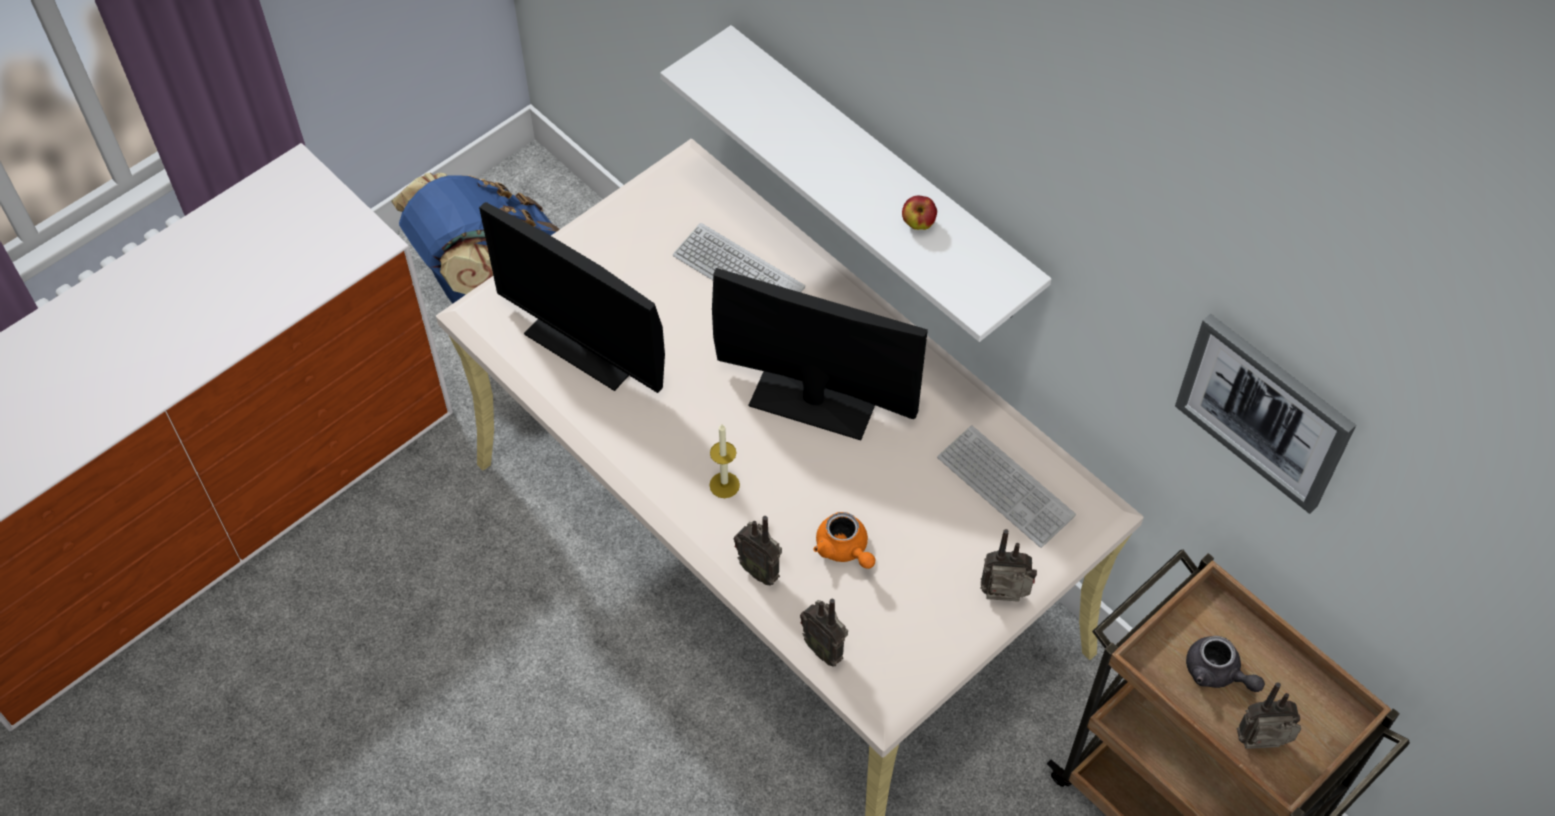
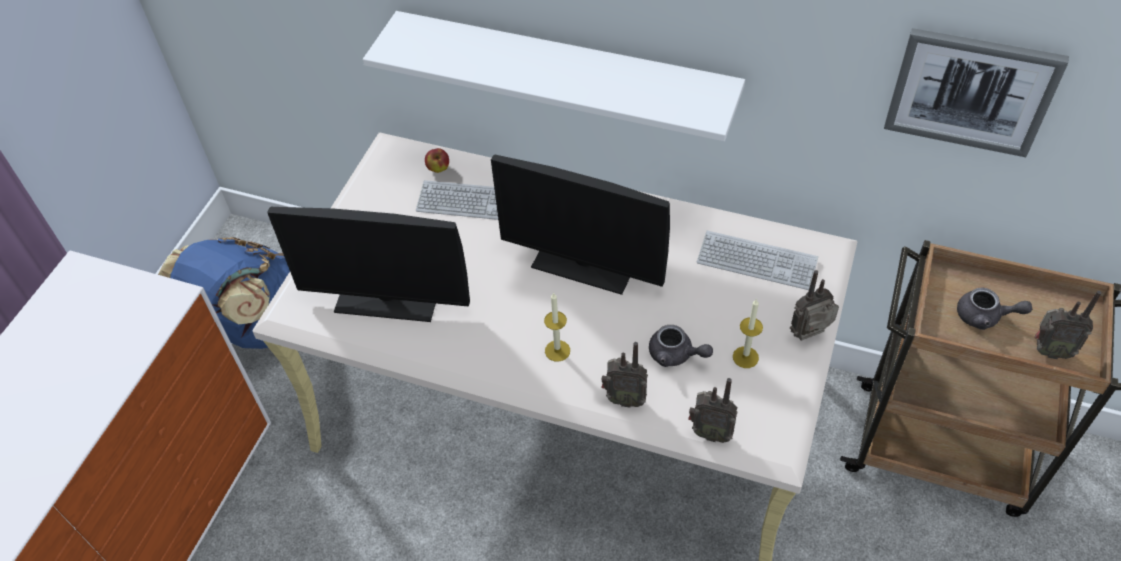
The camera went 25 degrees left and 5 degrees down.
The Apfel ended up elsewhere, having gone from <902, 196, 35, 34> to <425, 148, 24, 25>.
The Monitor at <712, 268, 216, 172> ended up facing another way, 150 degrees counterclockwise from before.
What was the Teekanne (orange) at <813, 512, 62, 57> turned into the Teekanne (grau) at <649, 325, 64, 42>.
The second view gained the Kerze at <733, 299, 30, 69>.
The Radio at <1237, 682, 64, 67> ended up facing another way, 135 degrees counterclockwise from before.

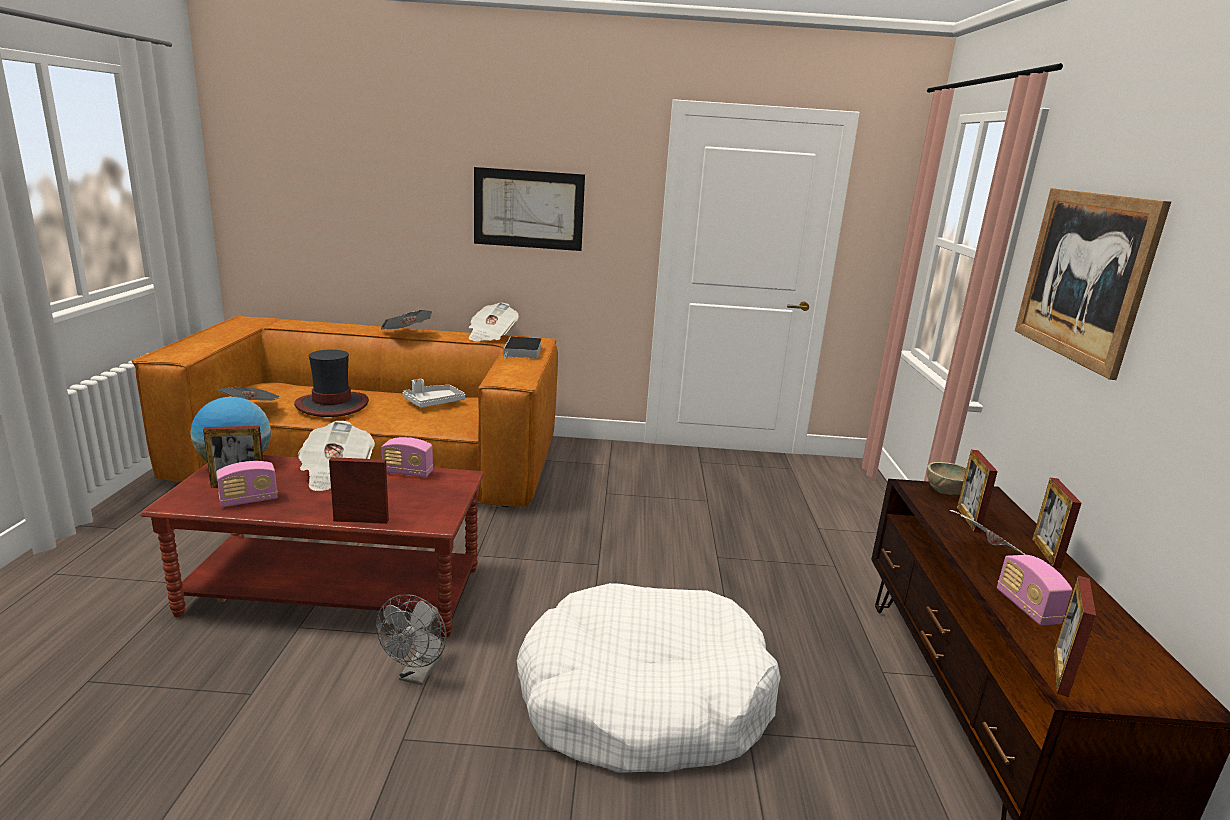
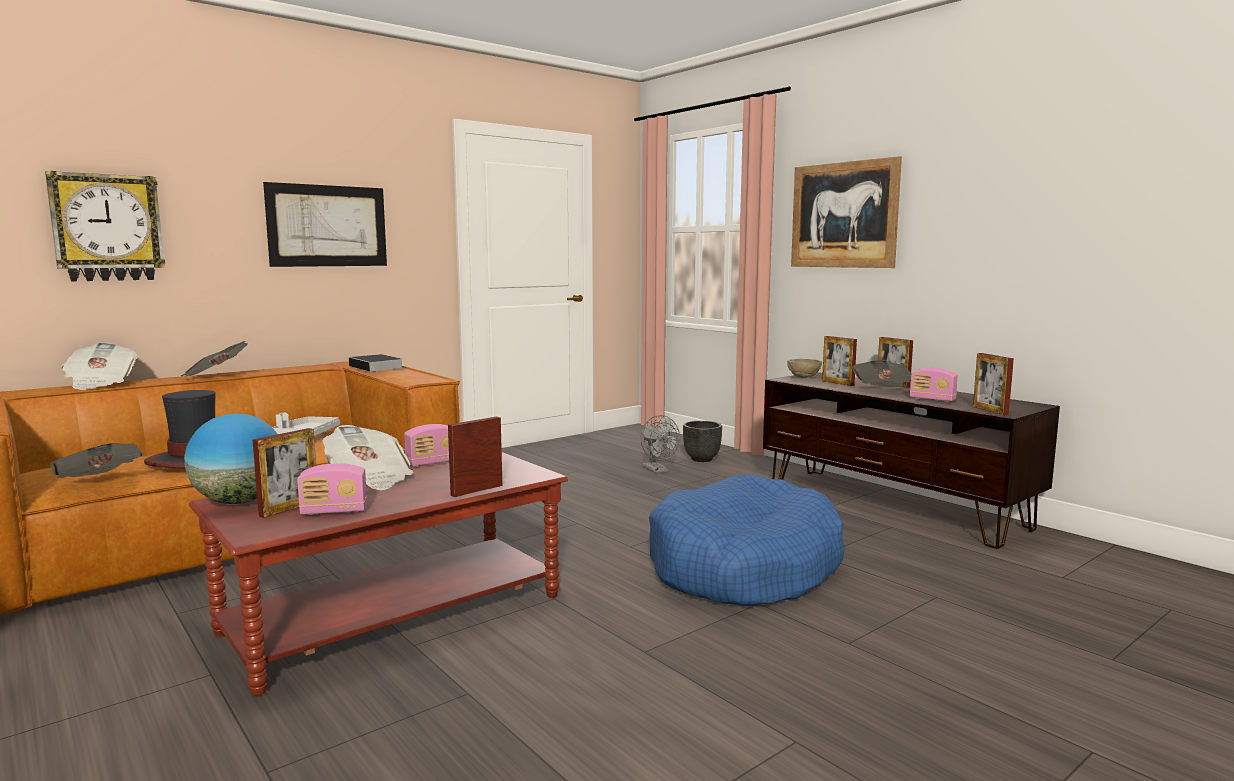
The camera went 40 degrees left and 10 degrees down.
The second view gained the Wanduhr at <45, 171, 120, 110>.
The Zeitung ended up elsewhere, having gone from <469, 303, 50, 38> to <61, 342, 77, 48>.
The Radio at <216, 461, 62, 46> ended up facing another way, 60 degrees clockwise from before.
The Ventilator (grau) ended up elsewhere, having gone from <376, 594, 71, 91> to <641, 415, 39, 58>.
What was the Hundebett (weiß) at <517, 583, 264, 190> turned into the Hundebett (blau) at <649, 474, 196, 133>.
The second view gained the Pflanzkübel (schwarz) at <683, 421, 39, 41>.

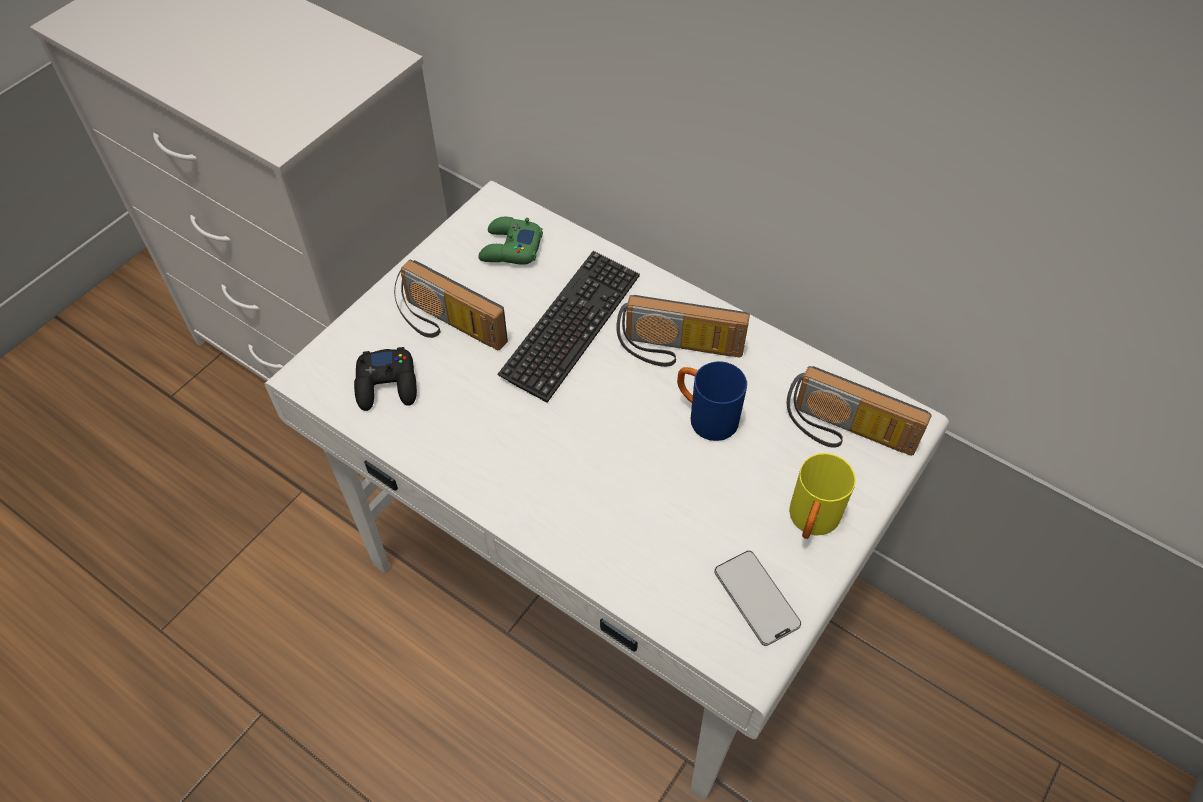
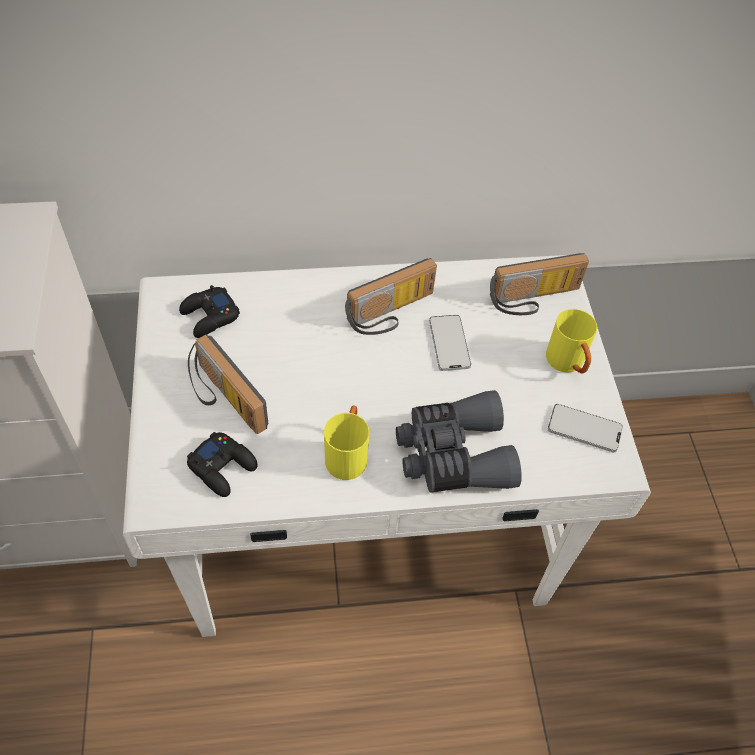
The camera went 45 degrees left and 0 degrees up.
What was the Gamepad (grün) at <478, 217, 65, 48> turned into the Gamepad (schwarz) at <179, 285, 61, 53>.
The Radio at <394, 259, 114, 91> ended up facing another way, 60 degrees clockwise from before.
The second view gained the Henkelbecher (gelb) at <324, 405, 45, 75>.
The second view gained the Fernglas (grau) at <396, 390, 126, 103>.
Where the Henkelbecher (blau) stood at <677, 361, 70, 80>, the Handy came to stand at <429, 315, 42, 56>.
The second view lost the Tastatur at <498, 251, 142, 152>.

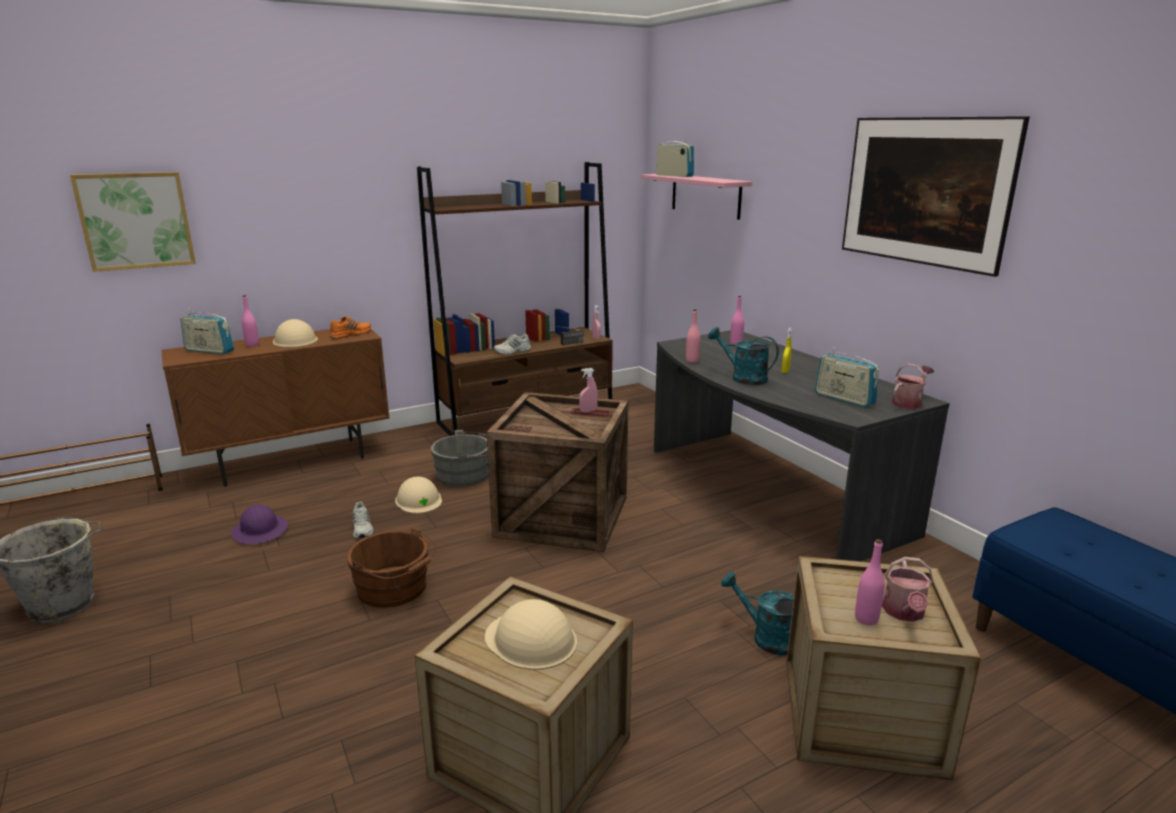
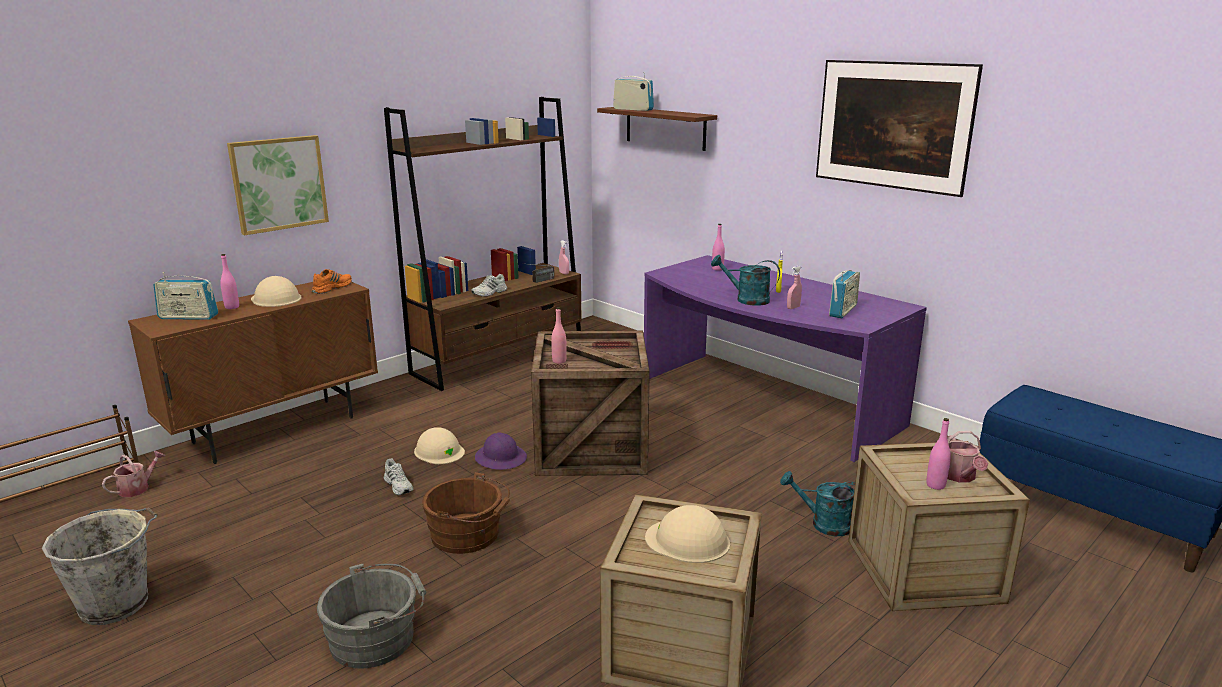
The camera went 15 degrees left and 0 degrees up.
The Gießkanne ended up elsewhere, having gone from <891, 363, 43, 46> to <102, 451, 63, 46>.
The Bild ended up elsewhere, having gone from <70, 172, 126, 100> to <227, 135, 102, 101>.
The Eimer (grau) ended up elsewhere, having gone from <430, 430, 59, 57> to <317, 564, 109, 105>.
The Schutzhelm (lila) ended up elsewhere, having gone from <231, 504, 57, 40> to <475, 432, 52, 38>.
The Flasche (rosa) ended up elsewhere, having gone from <686, 309, 14, 54> to <551, 307, 16, 57>.
What was the Wandregal (rosa) at <641, 174, 111, 46> turned into the Wandregal (braun) at <597, 107, 120, 44>.
What was the Schreibtisch (grau) at <654, 330, 296, 231> turned into the Schreibtisch (lila) at <644, 255, 283, 207>.
The Sprühflasche (rosa) ended up elsewhere, having gone from <579, 368, 19, 44> to <787, 265, 15, 44>.
The Radio at <815, 347, 64, 60> ended up facing another way, 90 degrees counterclockwise from before.

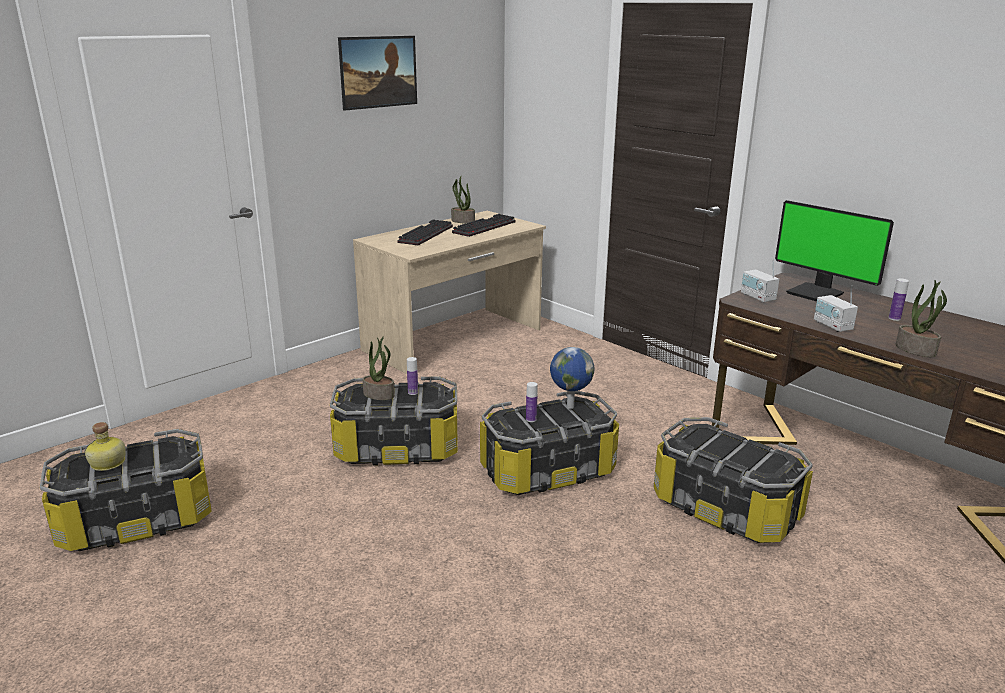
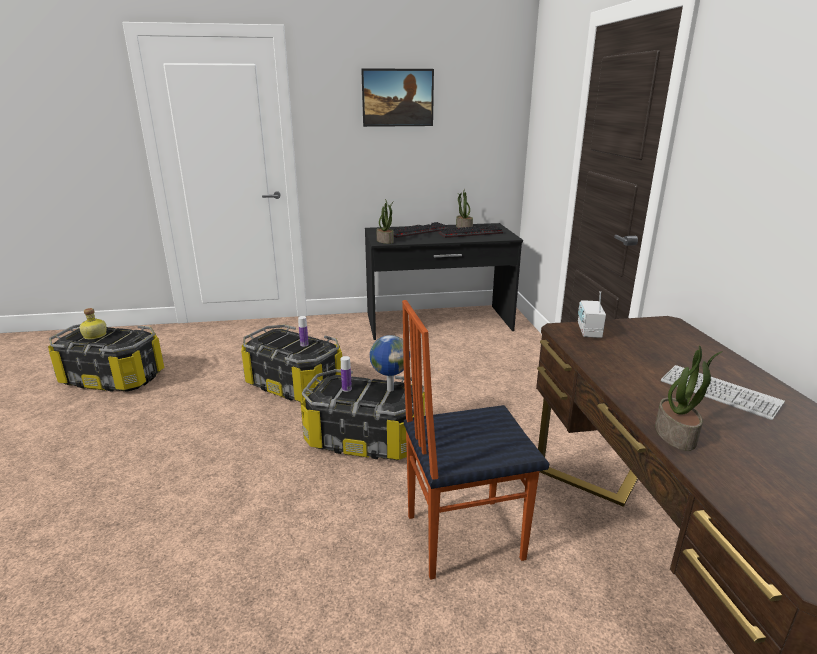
The camera went 35 degrees right and 0 degrees up.
What was the Schreibtisch (beige) at <353, 211, 193, 163> turned into the Schreibtisch (schwarz) at <365, 223, 158, 117>.
The Topfpflanze ended up elsewhere, having gone from <362, 336, 33, 64> to <376, 199, 18, 45>.
Where the Aufbewahrungsbox stood at <654, 417, 159, 126>, the Stuhl came to stand at <402, 300, 148, 280>.
Where the Flasche stood at <889, 279, 20, 42>, the Tastatur came to stand at <661, 365, 124, 55>.
The second view lost the Monitor at <775, 200, 119, 101>.
The second view lost the Radio at <814, 285, 44, 47>.

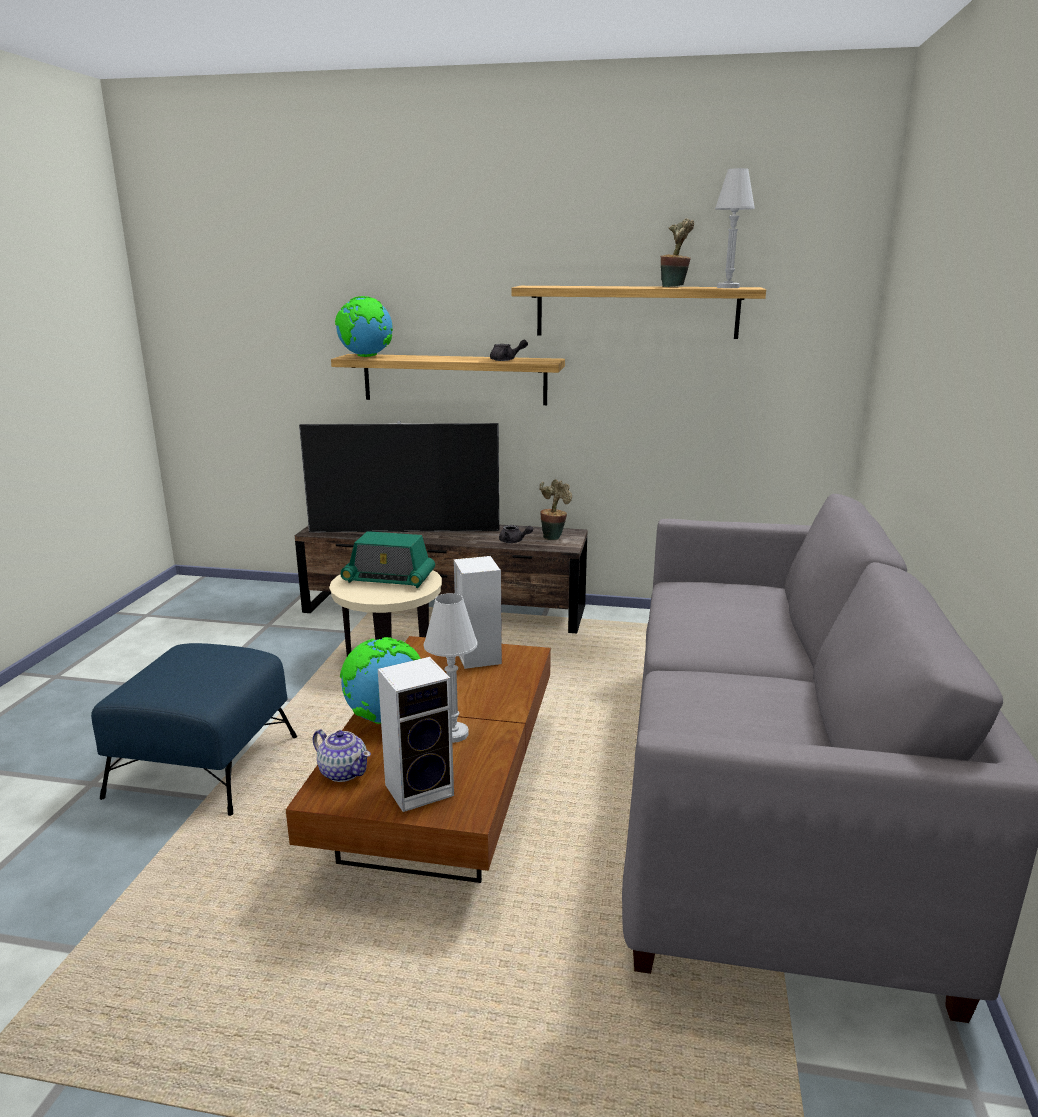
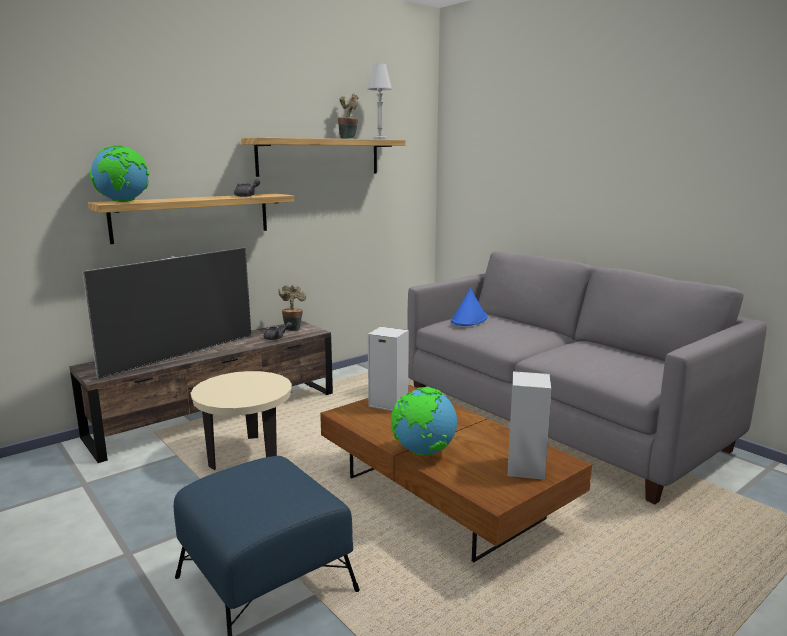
The camera went 50 degrees left and 5 degrees down.
The second view gained the Hut (blau) at <451, 288, 37, 38>.
The second view lost the Teekanne at <313, 729, 58, 53>.
The second view lost the Radio at <340, 531, 95, 57>.
The second view lost the Tischlampe (weiß) at <424, 593, 54, 150>.

